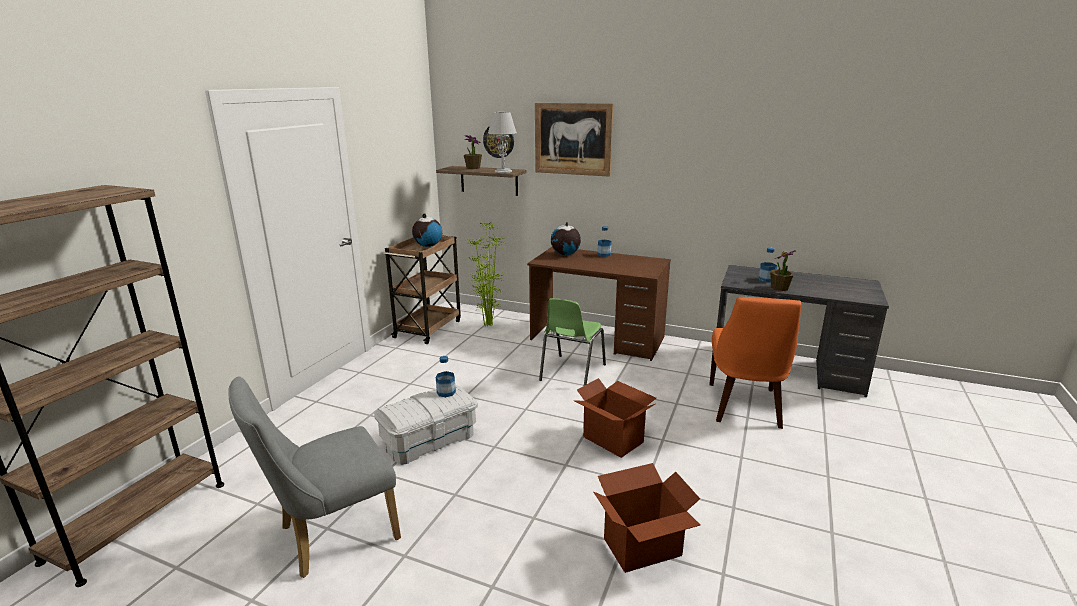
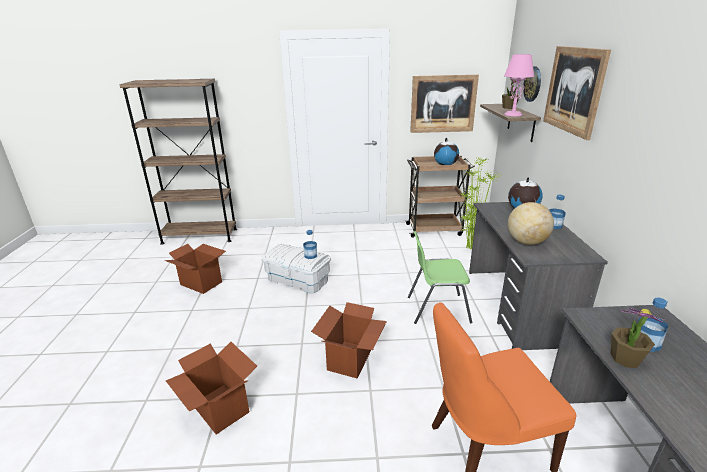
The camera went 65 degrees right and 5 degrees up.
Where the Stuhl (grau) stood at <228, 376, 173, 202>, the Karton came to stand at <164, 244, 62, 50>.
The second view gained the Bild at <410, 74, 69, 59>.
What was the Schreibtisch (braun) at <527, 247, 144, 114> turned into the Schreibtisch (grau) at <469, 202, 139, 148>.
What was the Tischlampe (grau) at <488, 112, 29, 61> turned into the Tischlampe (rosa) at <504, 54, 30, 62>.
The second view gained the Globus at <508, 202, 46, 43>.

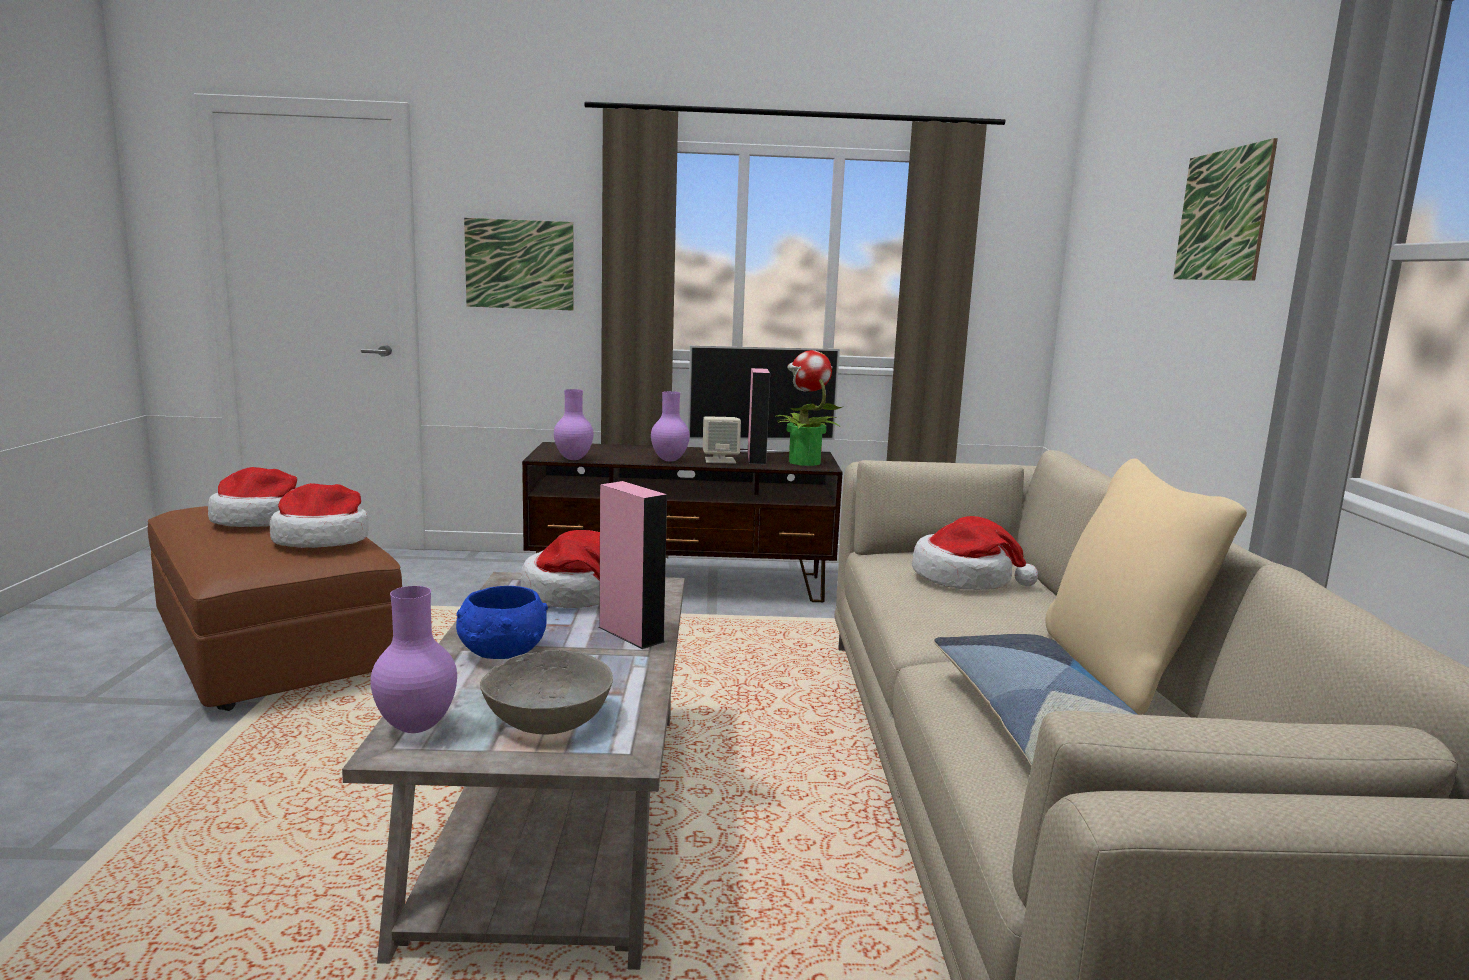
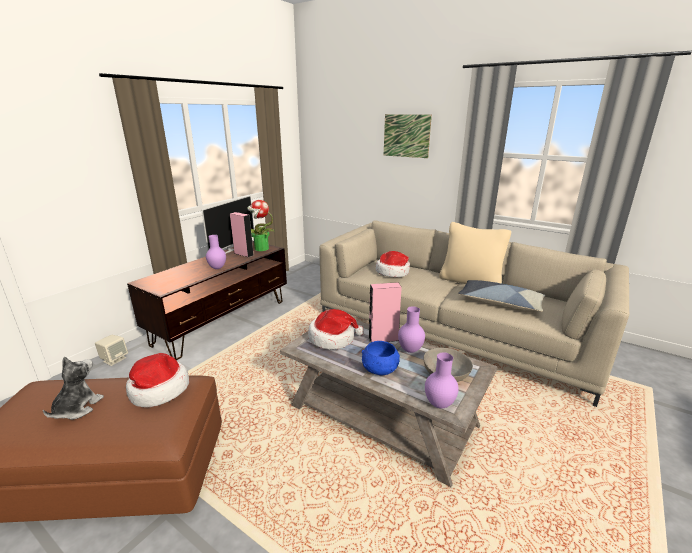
The camera went 55 degrees left and 10 degrees up.
Where the Hut stood at <208, 467, 89, 60>, the Plüschtier came to stand at <43, 357, 61, 63>.
The Lautsprecher (beige) ended up elsewhere, having gone from <703, 416, 38, 47> to <95, 335, 33, 31>.
The Vase (lila) ended up elsewhere, having gone from <554, 389, 40, 71> to <398, 306, 27, 47>.
The second view lost the Bild at <464, 218, 109, 93>.

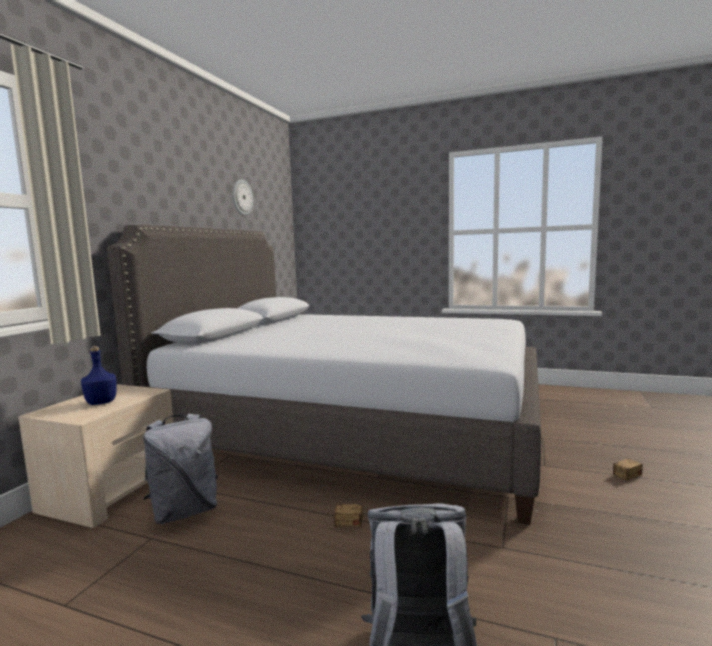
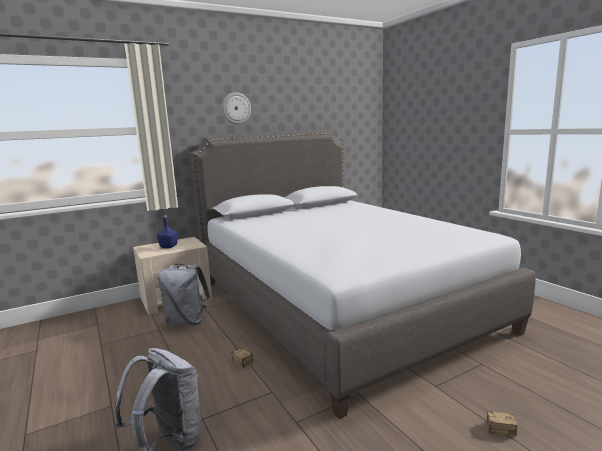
The camera went 40 degrees right and 5 degrees up.
The Wanduhr ended up elsewhere, having gone from <233, 180, 20, 36> to <222, 92, 29, 32>.

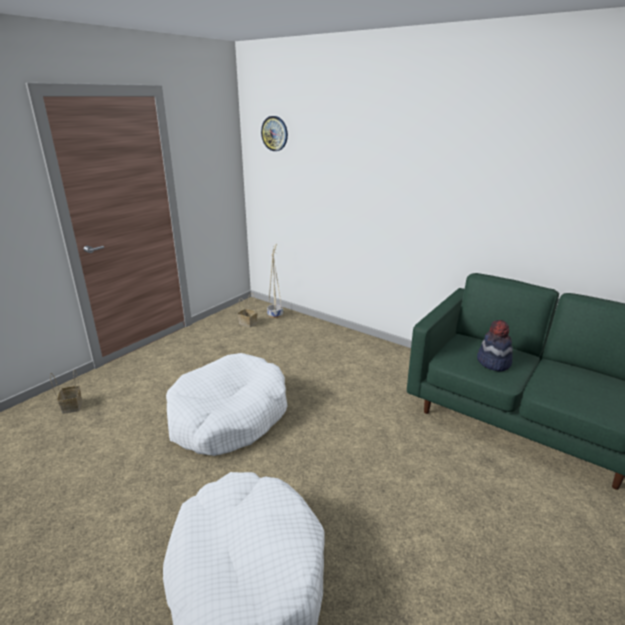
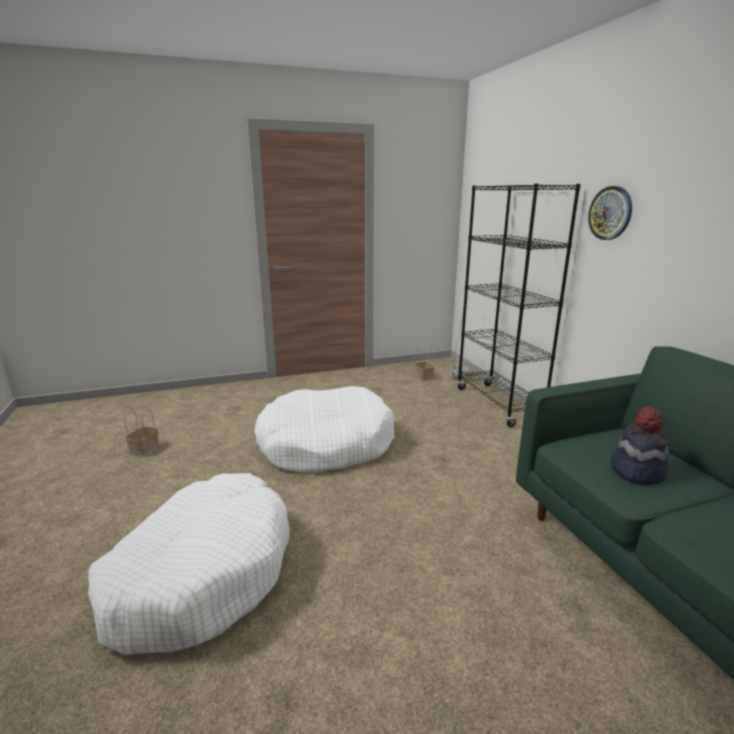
The camera went 35 degrees right and 5 degrees down.
The Korb ended up elsewhere, having gone from <50, 371, 32, 43> to <124, 406, 35, 50>.
The second view gained the Bücherregal (schwarz) at <457, 184, 124, 243>.
The Wanduhr ended up elsewhere, having gone from <261, 116, 27, 35> to <588, 186, 44, 54>.

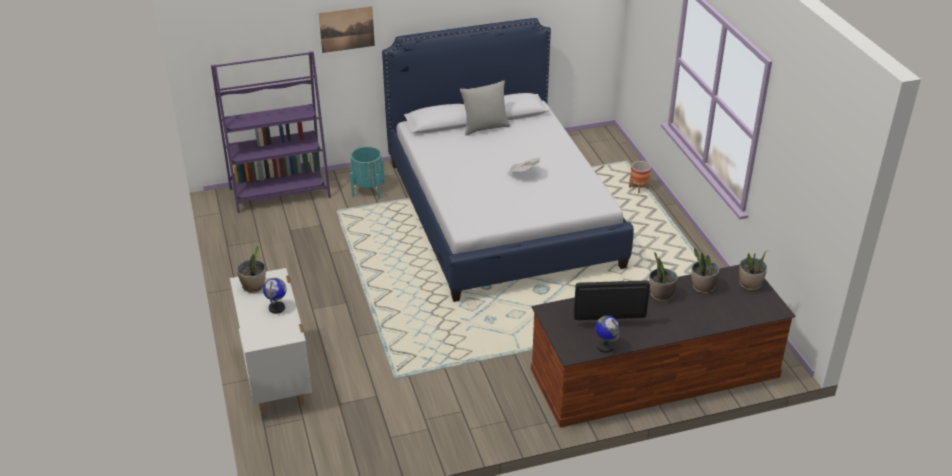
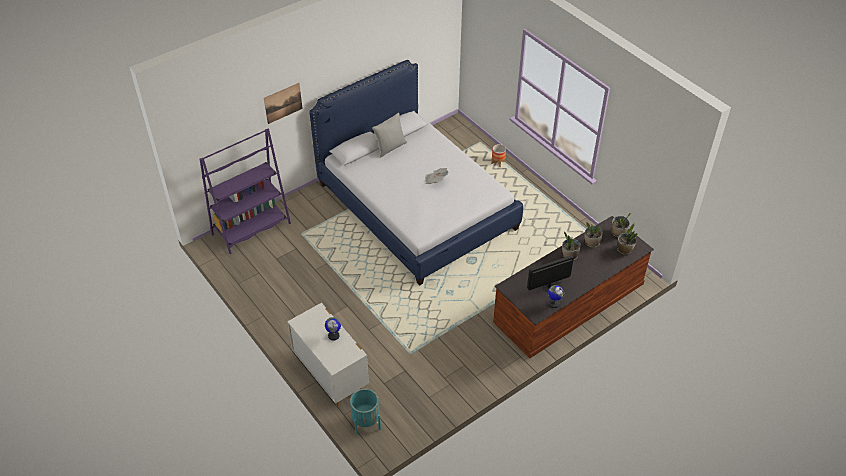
The camera went 20 degrees left and 10 degrees up.
The Pflanzkübel (türkis) ended up elsewhere, having gone from <350, 146, 35, 53> to <350, 389, 31, 46>.
The Topfpflanze ended up elsewhere, having gone from <237, 243, 29, 50> to <617, 223, 21, 32>.

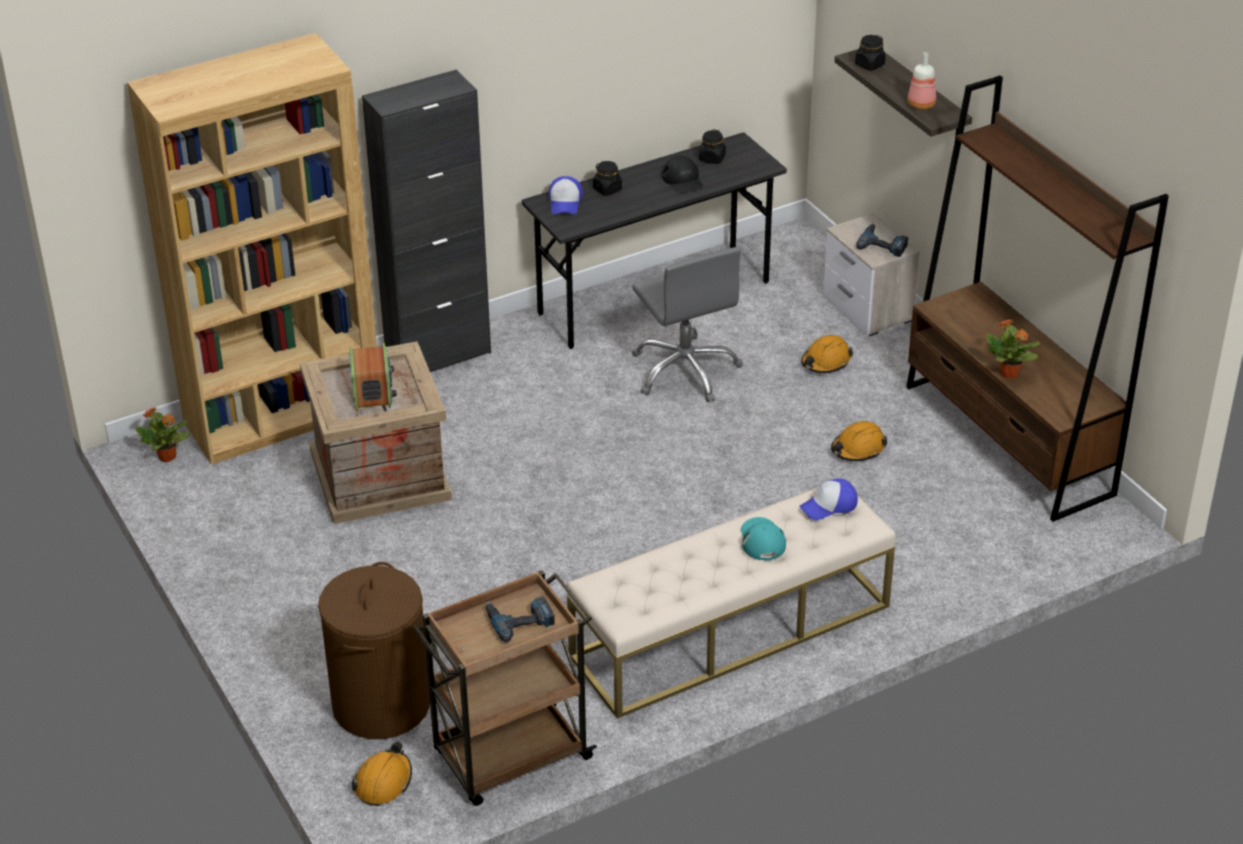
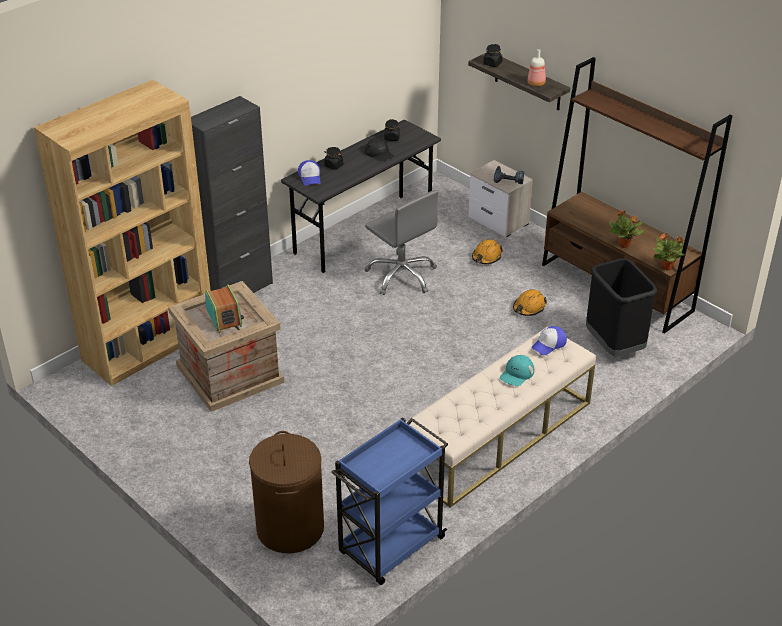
The camera went 15 degrees left and 0 degrees up.
What was the Rollwagen (braun) at <413, 570, 184, 236> turned into the Rollwagen (blau) at <331, 417, 117, 168>.
The Kappe (türkis) at <741, 517, 45, 43> ended up facing another way, 120 degrees counterclockwise from before.
The second view gained the Mülleimer (schwarz) at <586, 258, 71, 98>.
The Topfpflanze ended up elsewhere, having gone from <135, 407, 55, 55> to <653, 233, 34, 37>.
The second view lost the Schutzhelm (orange) at <352, 742, 60, 64>.
The second view lost the Bohrmaschine at <486, 596, 69, 46>.

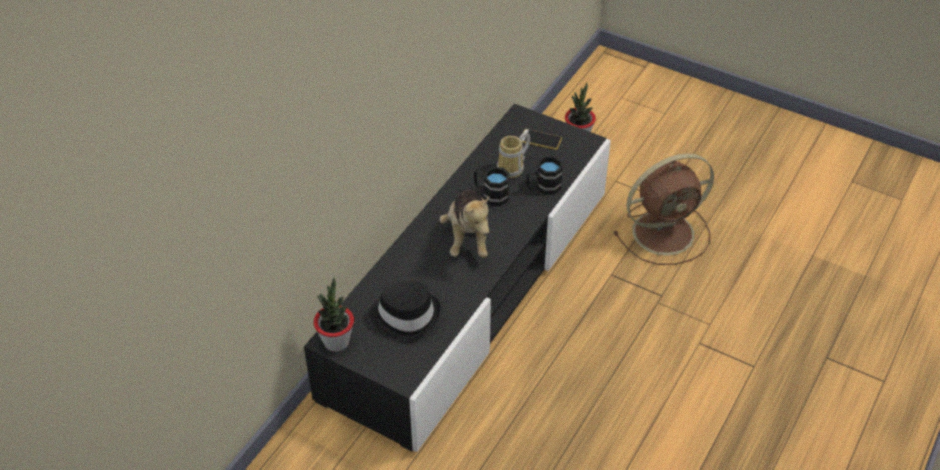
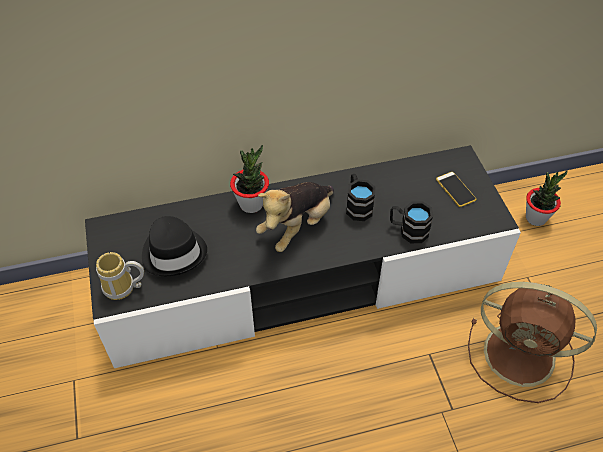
The camera went 45 degrees right and 5 degrees up.
The Henkelbecher ended up elsewhere, having gone from <497, 132, 33, 46> to <96, 252, 48, 48>.
The Topfpflanze ended up elsewhere, having gone from <313, 278, 41, 74> to <230, 145, 39, 68>.

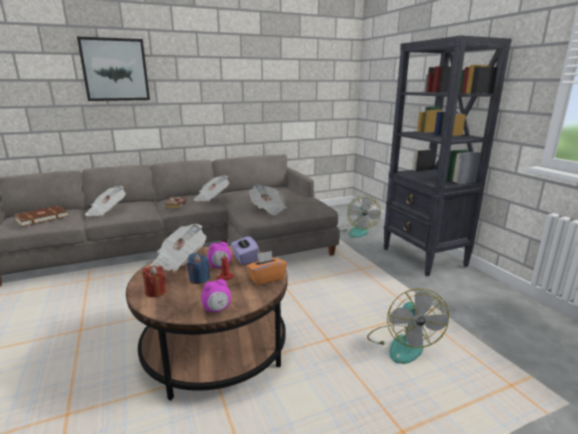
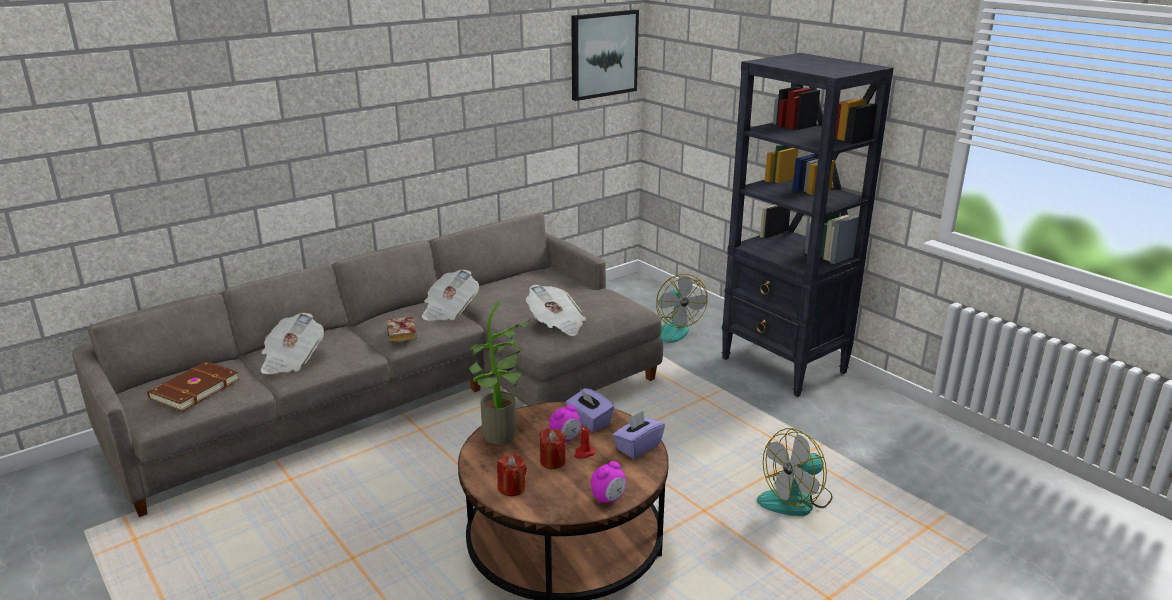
The camera went 15 degrees left and 5 degrees up.
Where the Zeitung stood at <150, 224, 56, 47>, the Topfpflanze came to stand at <469, 302, 62, 142>.
What was the Kerze (blau) at <187, 253, 23, 31> turned into the Kerze (rot) at <539, 428, 26, 41>.
The Bild ended up elsewhere, having gone from <77, 37, 73, 64> to <571, 10, 68, 91>.
What was the Taschentuchbox (orange) at <246, 251, 41, 35> turned into the Taschentuchbox (lila) at <612, 411, 53, 48>.
The Ventilator at <367, 289, 82, 75> ended up facing another way, 75 degrees clockwise from before.

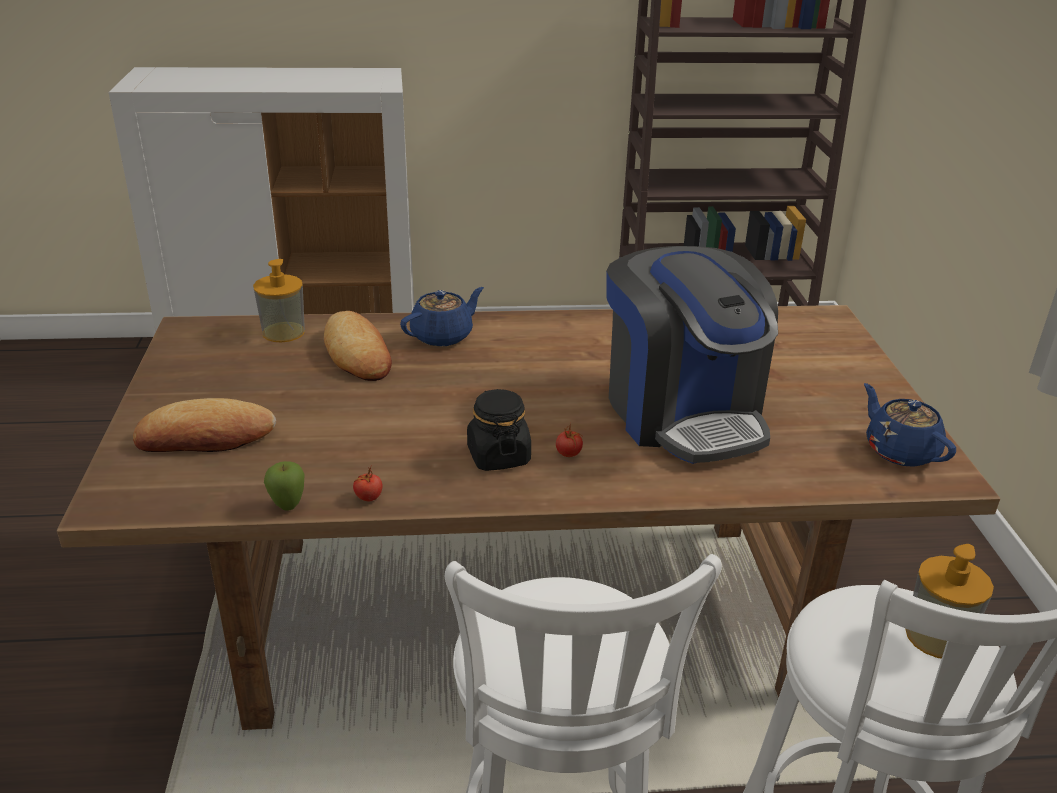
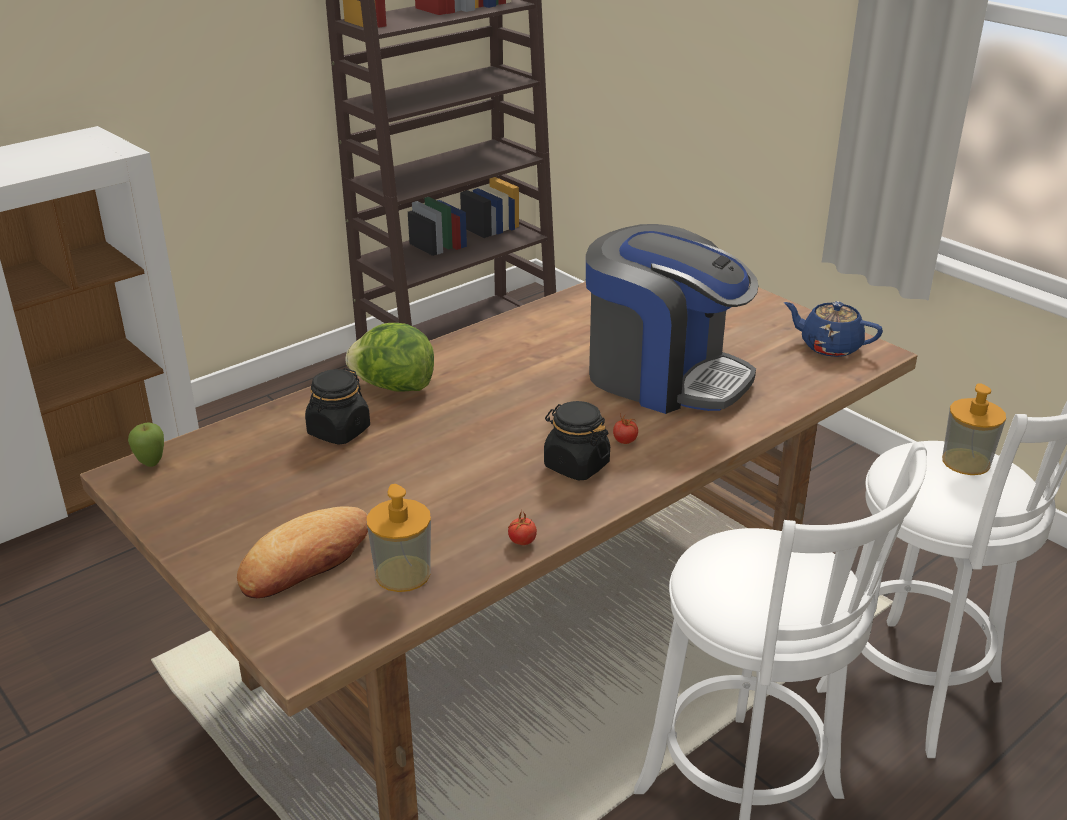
The camera went 35 degrees left and 0 degrees up.
The Apfel ended up elsewhere, having gone from <264, 461, 41, 50> to <128, 422, 36, 45>.
Where the Brot stood at <324, 311, 68, 70>, the Vorratsglas (schwarz) came to stand at <305, 368, 65, 77>.
Where the Teekanne (blau) stood at <400, 287, 84, 60>, the Salatkopf came to stand at <346, 323, 88, 69>.
The Seifenspender ended up elsewhere, having gone from <253, 259, 52, 83> to <367, 484, 64, 108>.

